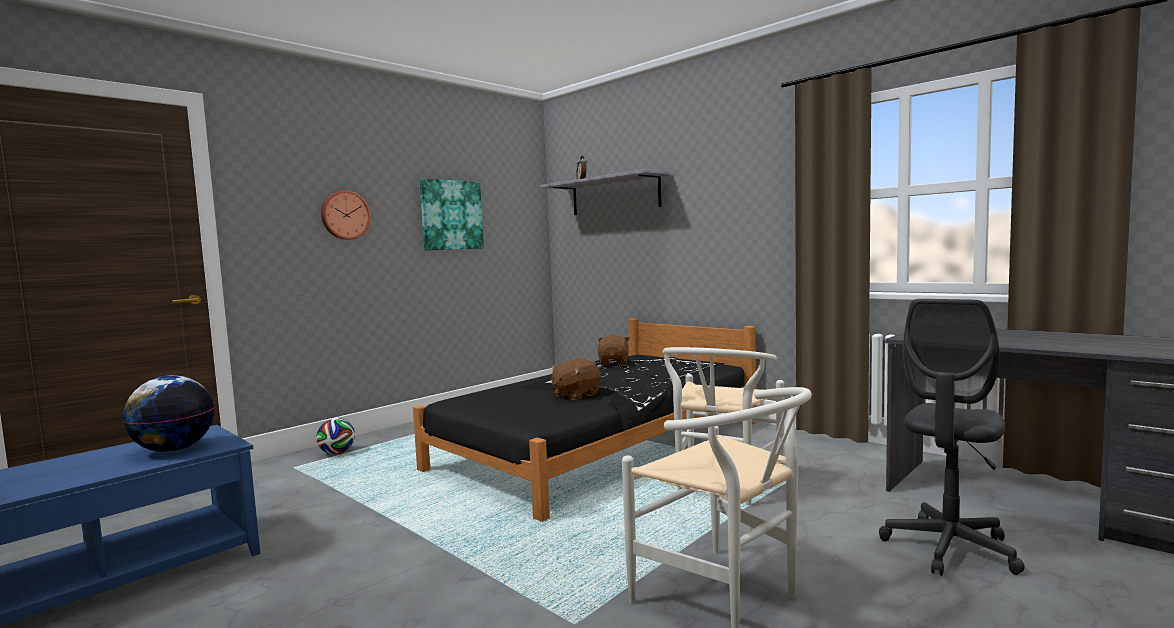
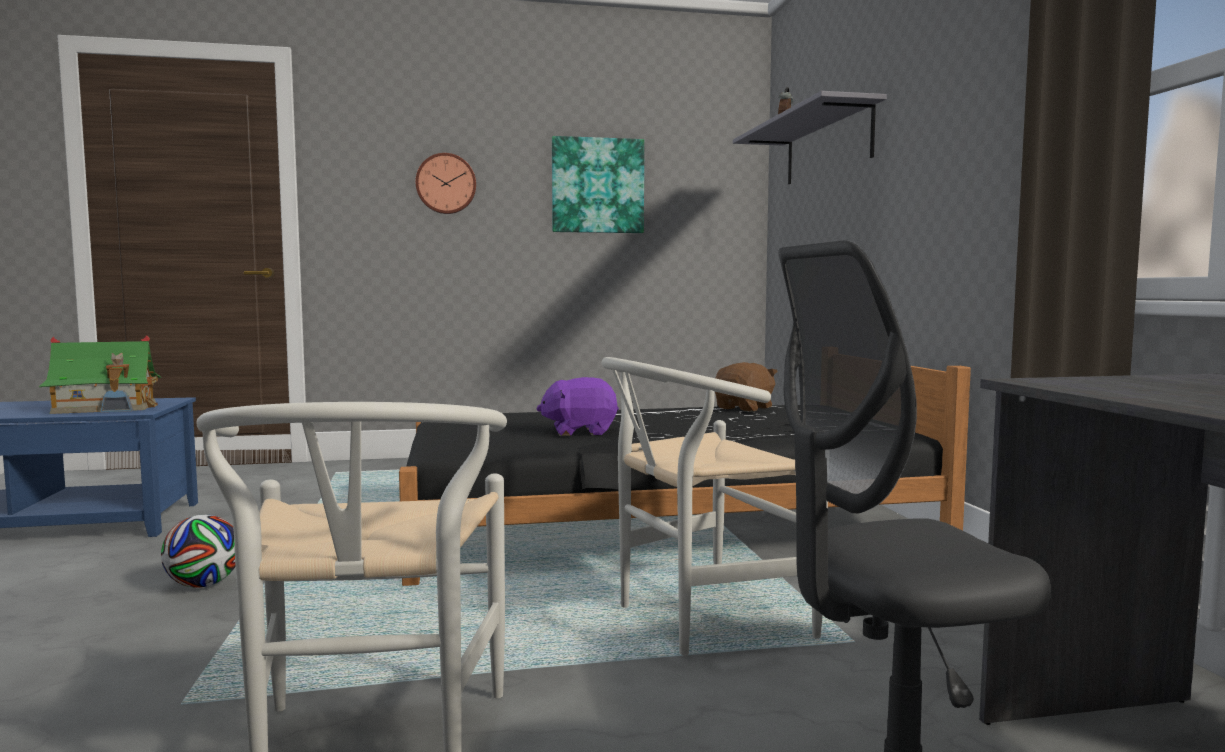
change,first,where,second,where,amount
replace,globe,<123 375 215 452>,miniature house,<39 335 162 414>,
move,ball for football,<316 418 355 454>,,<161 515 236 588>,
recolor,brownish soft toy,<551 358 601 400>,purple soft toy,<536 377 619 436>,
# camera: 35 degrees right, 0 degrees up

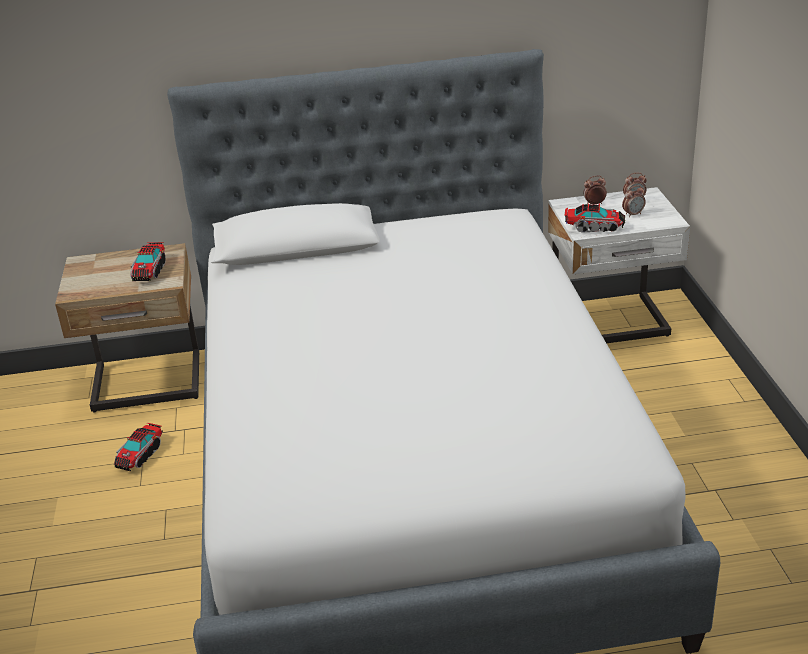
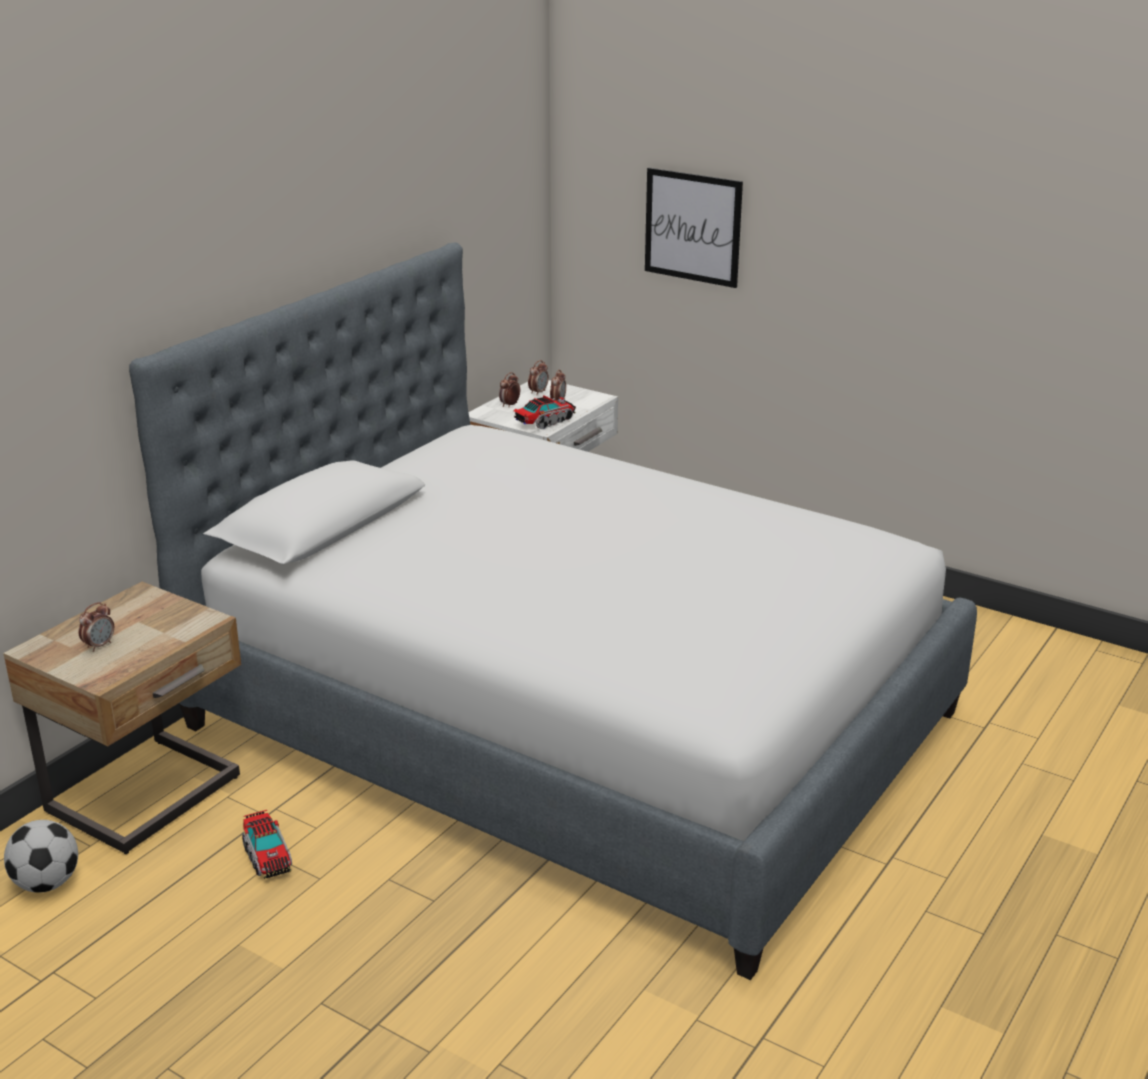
change,first,where,second,where,amount
delete,toy truck,<131 242 166 281>,,,
insert,,,ball for football,<4 820 78 893>,
insert,,,table clock,<78 602 114 652>,
insert,,,wall art,<645 168 743 288>,
# camera: 50 degrees left, 5 degrees down

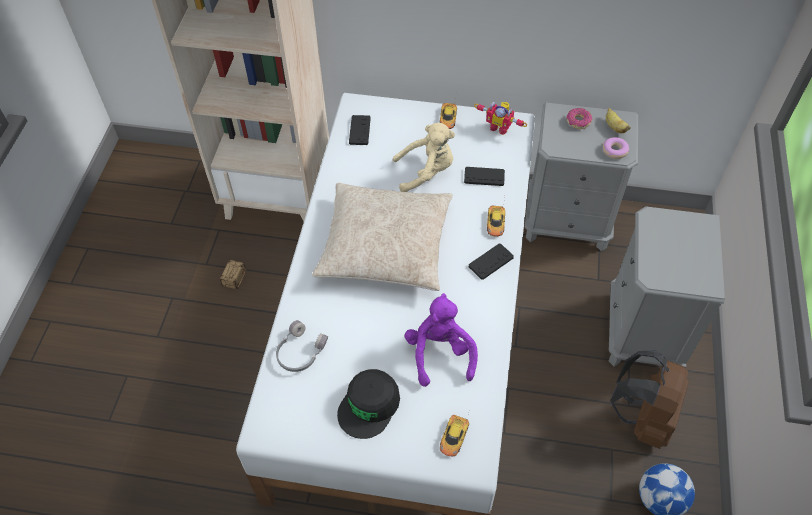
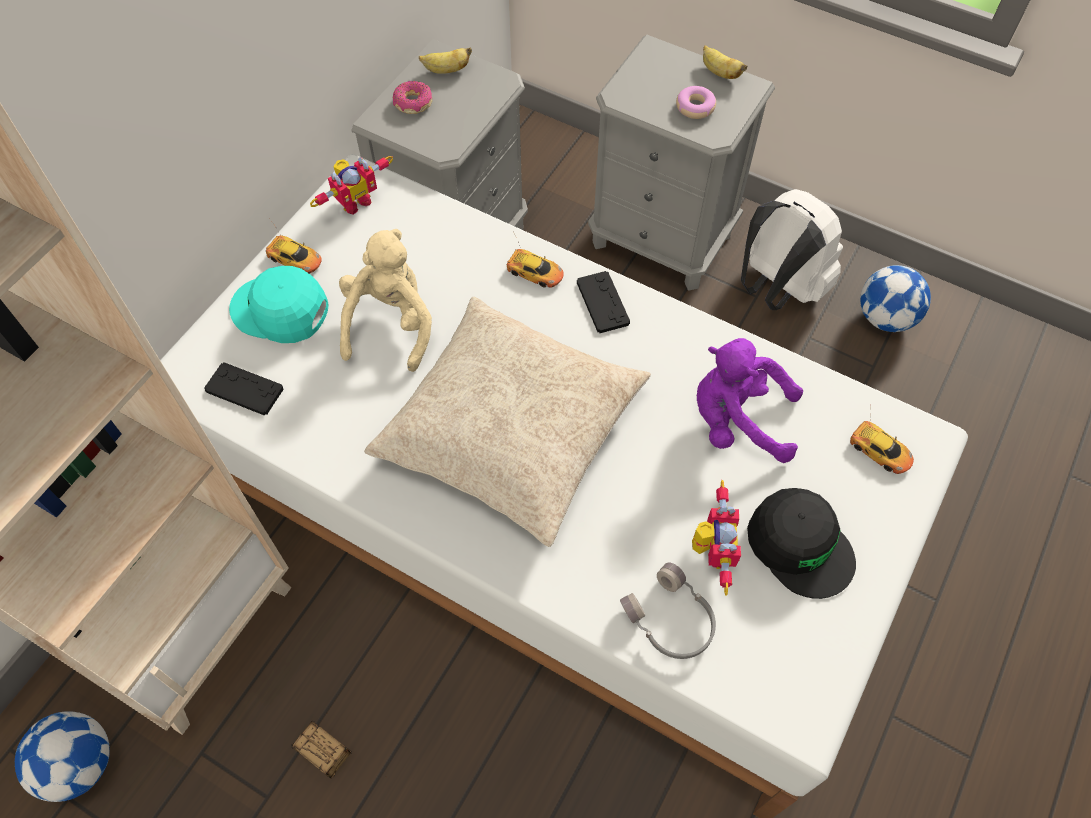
change,first,where,second,where,amount
delete,black-coloured joypad,<464 167 505 186>,,,
move,ring doughnut,<603 137 629 159>,,<676 86 716 119>,
recolor,brownish knapsack,<611 351 689 449>,white knapsack,<741 189 843 310>,
insert,,,ball for football,<15 711 110 802>,
insert,,,turquoise-coloured peaked cap,<229 266 329 343>,
insert,,,toy robot,<692 480 741 596>,
insert,,,banana fruit,<703 45 748 79>,
# camera: 70 degrees left, 5 degrees up

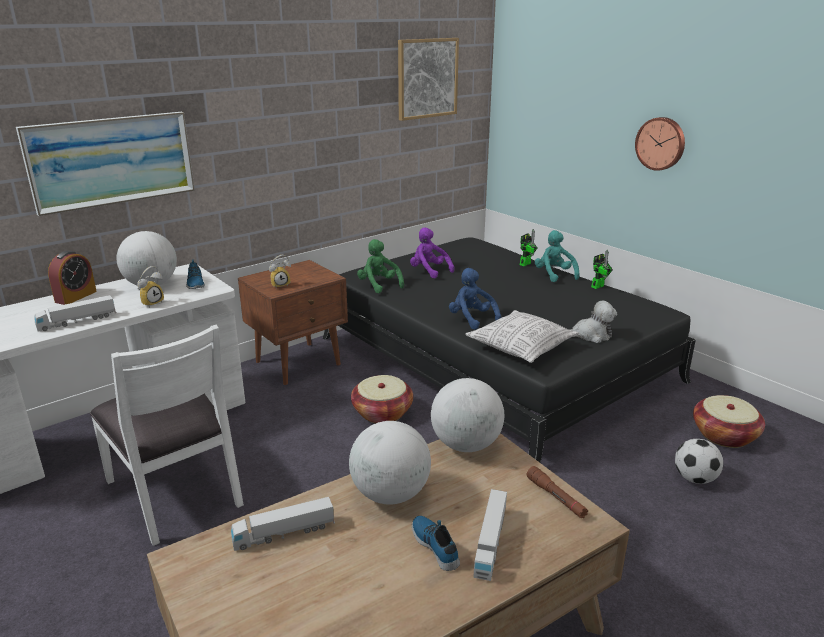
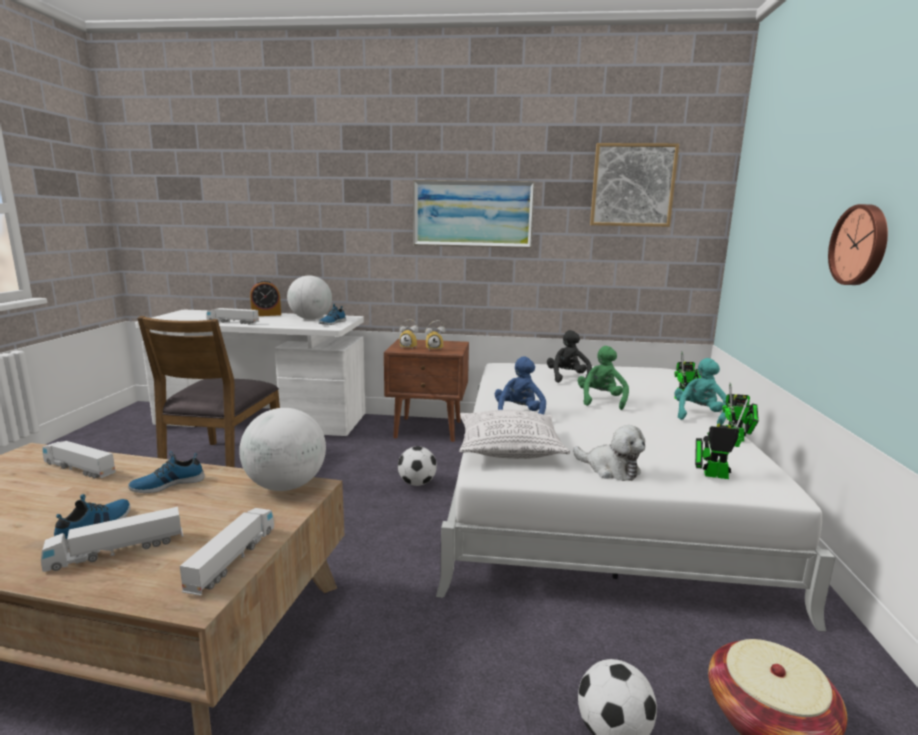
change,first,where,second,where,amount
move,wall art,<16 112 195 216>,,<413 180 535 248>,
recolor,white chair,<90 325 244 546>,brownish chair,<137 316 280 467>,
move,table clock,<137 266 164 308>,,<425 320 445 349>,
recolor,black-coloured bedroom bed,<323 237 696 463>,white bedroom bed,<436 363 835 632>,
replace,globe,<349 421 431 504>,shoe,<128 451 205 493>,
replace,household basket,<351 375 413 423>,ball for football,<398 446 437 486>,
move,green soft toy,<357 239 404 293>,,<578 346 629 410>,
recolor,purple soft toy,<410 227 455 278>,black-coloured soft toy,<547 330 592 383>,
replace,brownish hand torch,<527 466 588 519>,toy truck,<180 508 274 596>,
insert,,,toy robot,<695 399 748 479>,
# camera: 45 degrees right, 10 degrees down

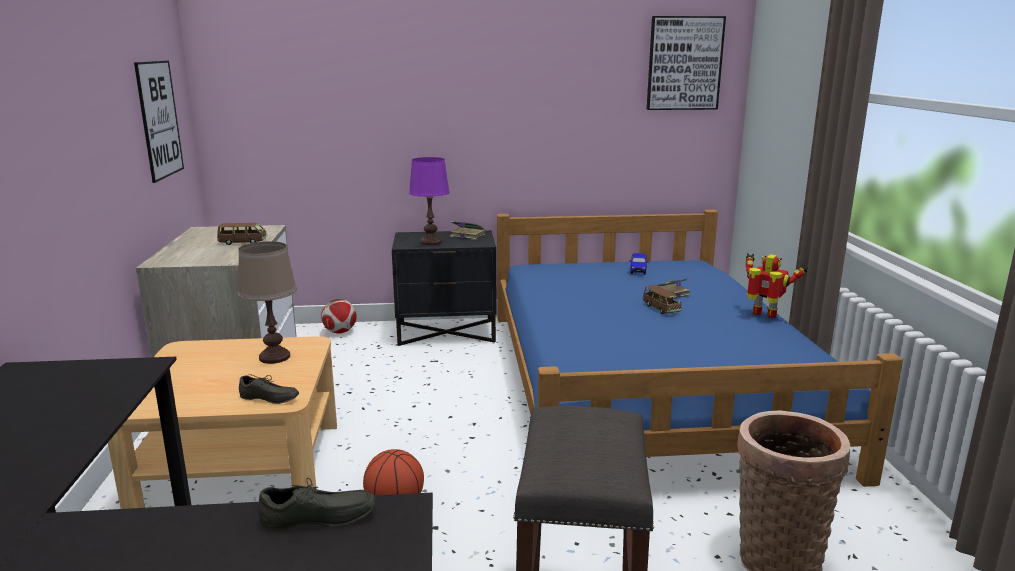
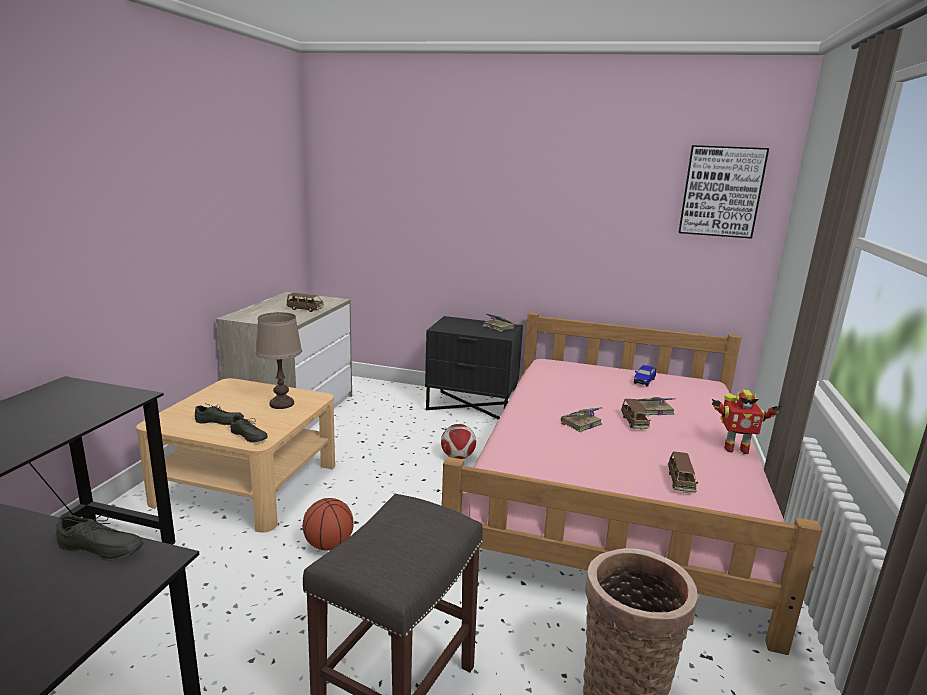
change,first,where,second,where,amount
delete,wall art,<134 61 184 183>,,,
move,ball for football,<321 299 357 333>,,<441 424 476 459>,
delete,purple tabletop lamp,<409 157 450 245>,,,
recolor,bluish bedroom bed,<497 210 903 487>,pinkish bedroom bed,<442 312 822 655>,
rotate,toy robot,<746 253 808 318>,,<712 389 782 454>,135 degrees clockwise
insert,,,gray shoe,<195 403 244 425>,
insert,,,bound book,<561 407 602 432>,
insert,,,brownish model car,<668 452 698 493>,
# camera: 20 degrees right, 0 degrees up

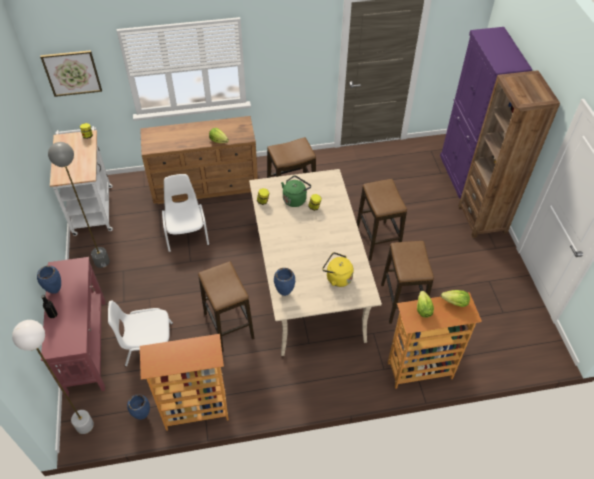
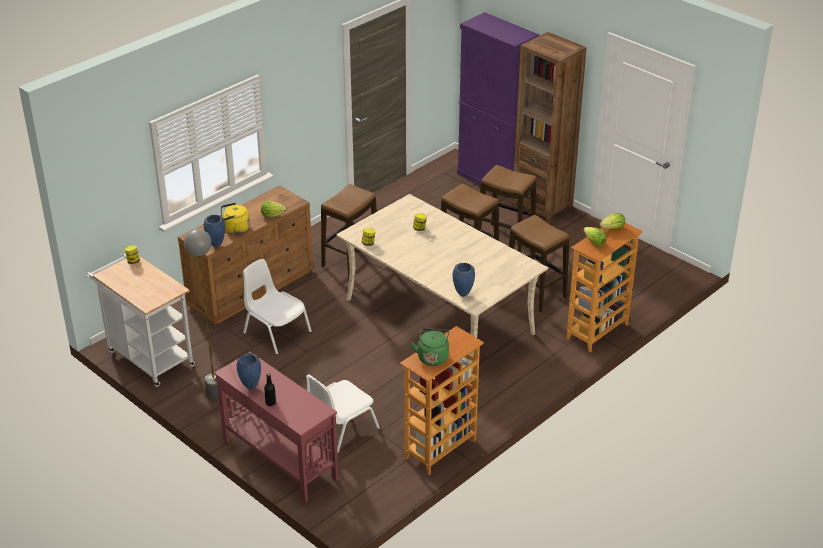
change,first,where,second,where,amount
delete,white standing lamp,<12 320 94 434>,,,
delete,wall art,<40 50 102 97>,,,
move,bluish flower vase,<127 394 150 420>,,<204 215 225 248>,
move,stool,<198 261 254 352>,,<480 165 536 253>,
move,green kettle,<281 175 311 207>,,<411 328 449 366>,
move,yellow kettle,<322 252 354 287>,,<221 203 250 234>,
# camera: 35 degrees left, 15 degrees down

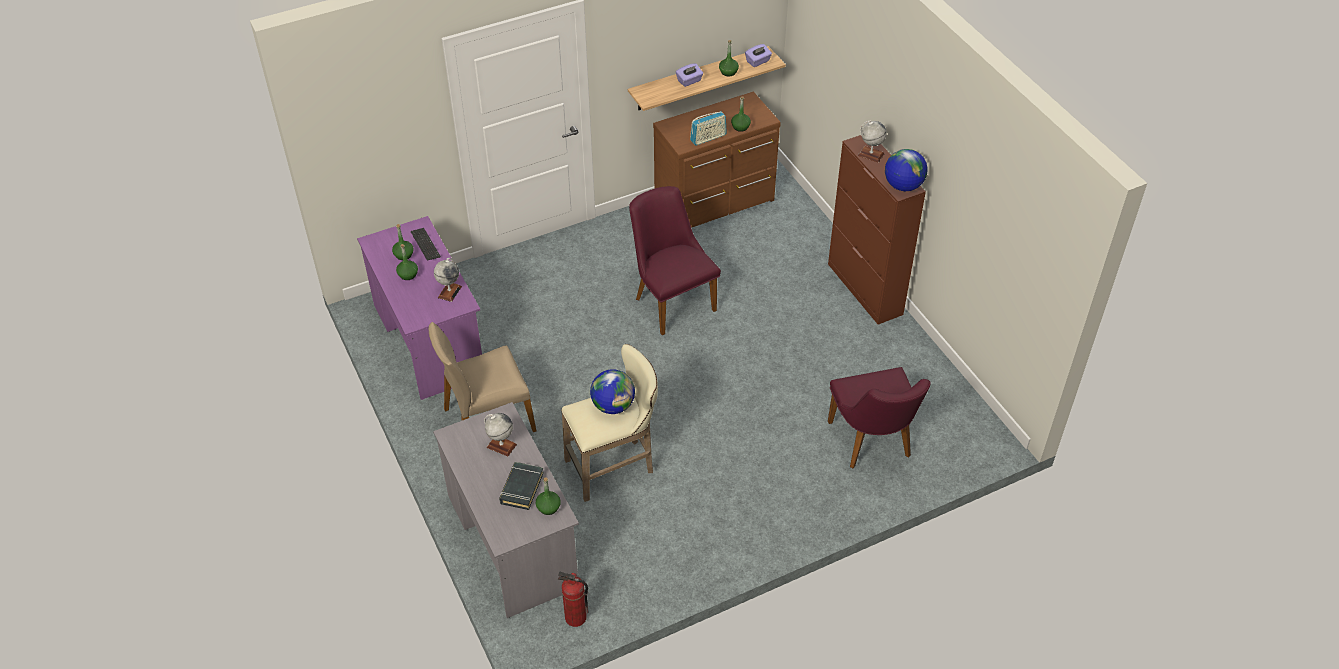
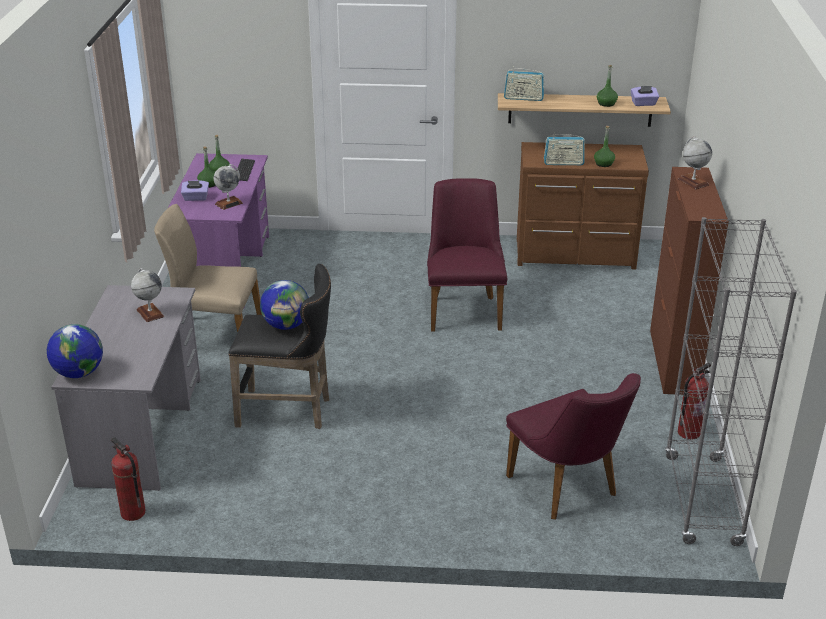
change,first,where,second,where,amount
delete,black-coloured bound book,<499 462 544 510>,,,
delete,green bottle,<536 477 561 515>,,,
recolor,beige stool,<561 344 658 502>,black-coloured stool,<228 264 331 429>,
move,purple tissue holder,<676 63 703 87>,,<181 180 209 201>,
rotate,purple chair,<828 367 931 468>,,<506 373 641 520>,45 degrees counterclockwise
move,globe,<885 149 928 191>,,<47 324 103 378>,
insert,,,radio receiver,<504 66 545 101>,
insert,,,gray shelving unit,<665 217 797 546>,
insert,,,extinguisher,<678 362 711 440>,
# camera: 30 degrees right, 15 degrees down

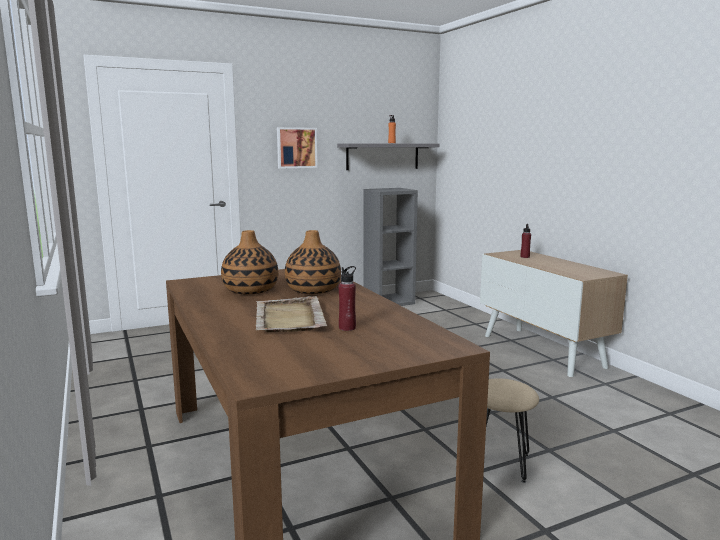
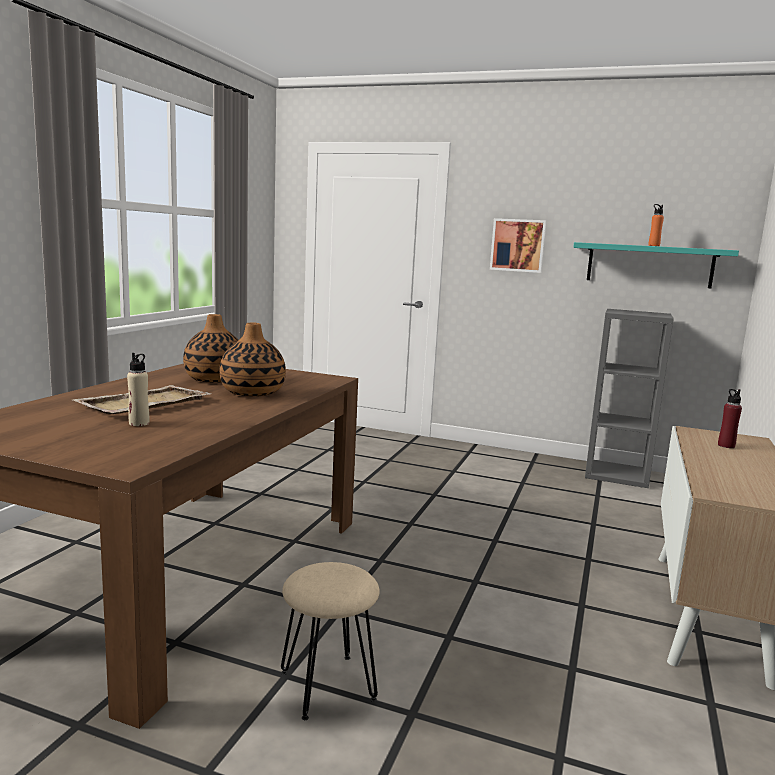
change,first,where,second,where,amount
recolor,gray wall shelf,<337 144 439 170>,turquoise-coloured wall shelf,<573 242 739 288>,
recolor,red bottle,<339 266 356 331>,beige bottle,<127 353 149 426>,
# camera: 45 degrees right, 0 degrees up

